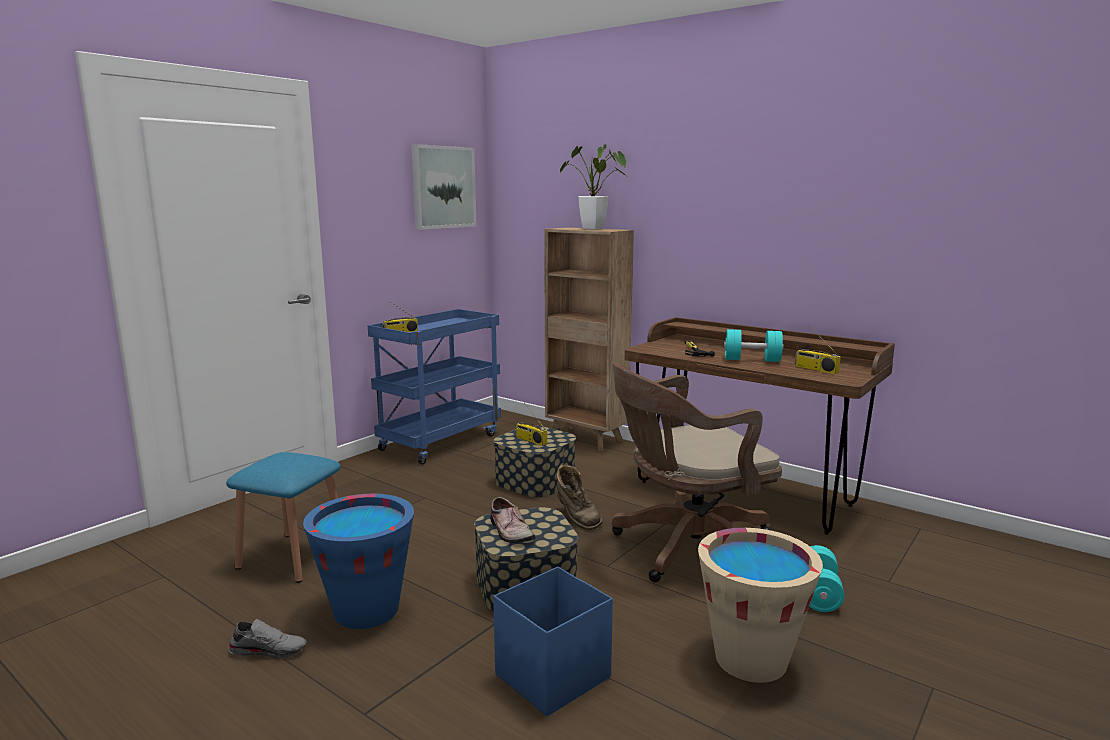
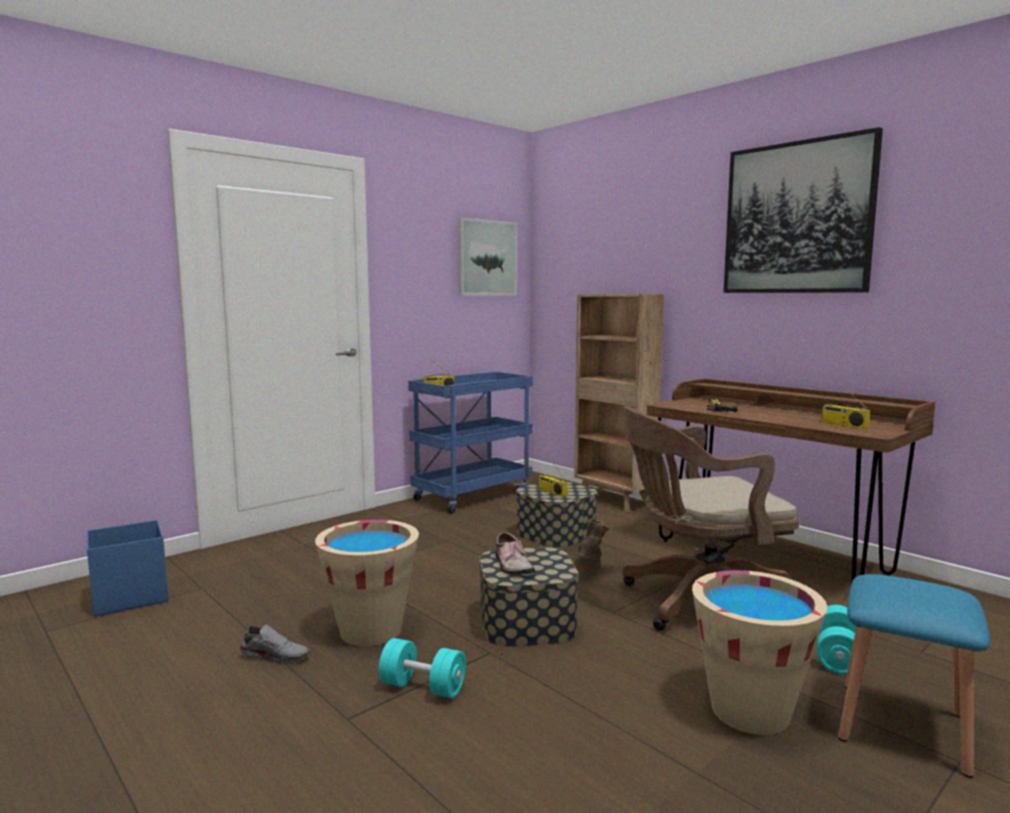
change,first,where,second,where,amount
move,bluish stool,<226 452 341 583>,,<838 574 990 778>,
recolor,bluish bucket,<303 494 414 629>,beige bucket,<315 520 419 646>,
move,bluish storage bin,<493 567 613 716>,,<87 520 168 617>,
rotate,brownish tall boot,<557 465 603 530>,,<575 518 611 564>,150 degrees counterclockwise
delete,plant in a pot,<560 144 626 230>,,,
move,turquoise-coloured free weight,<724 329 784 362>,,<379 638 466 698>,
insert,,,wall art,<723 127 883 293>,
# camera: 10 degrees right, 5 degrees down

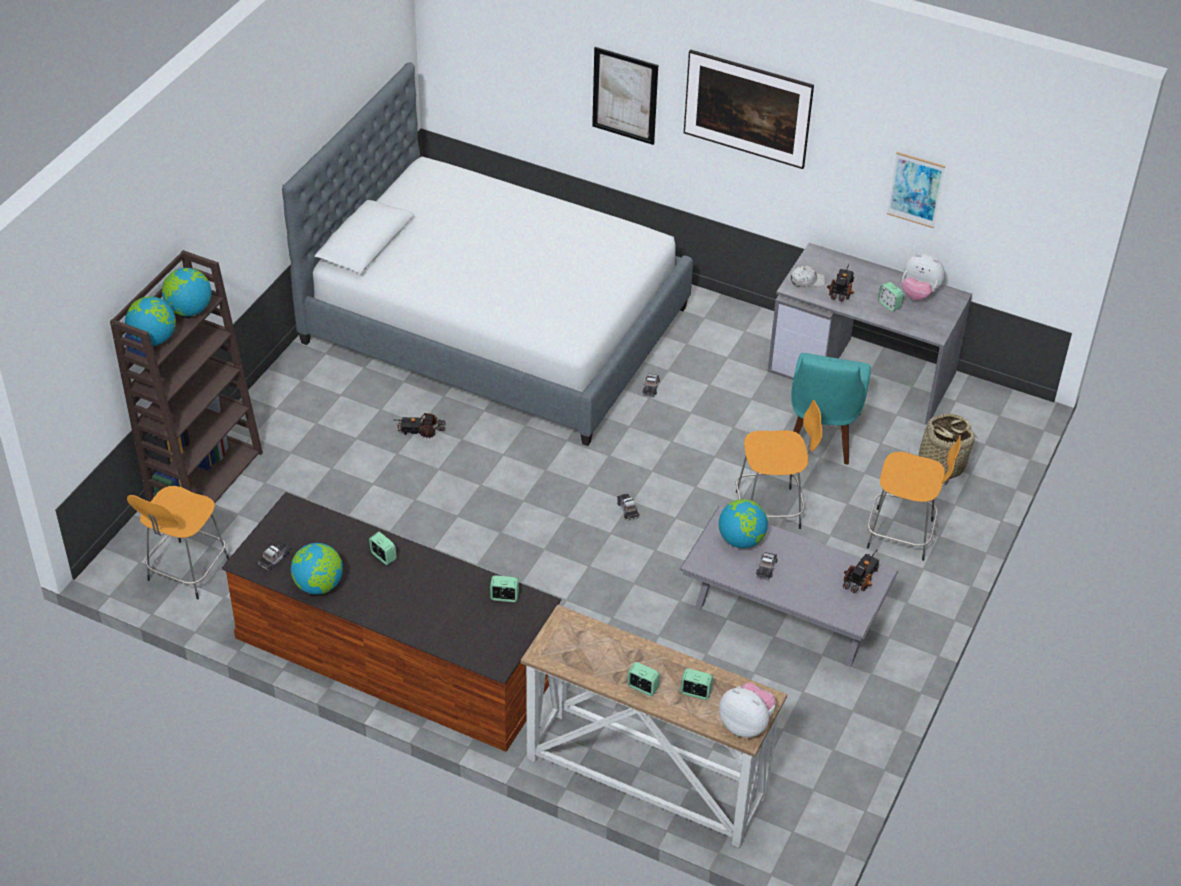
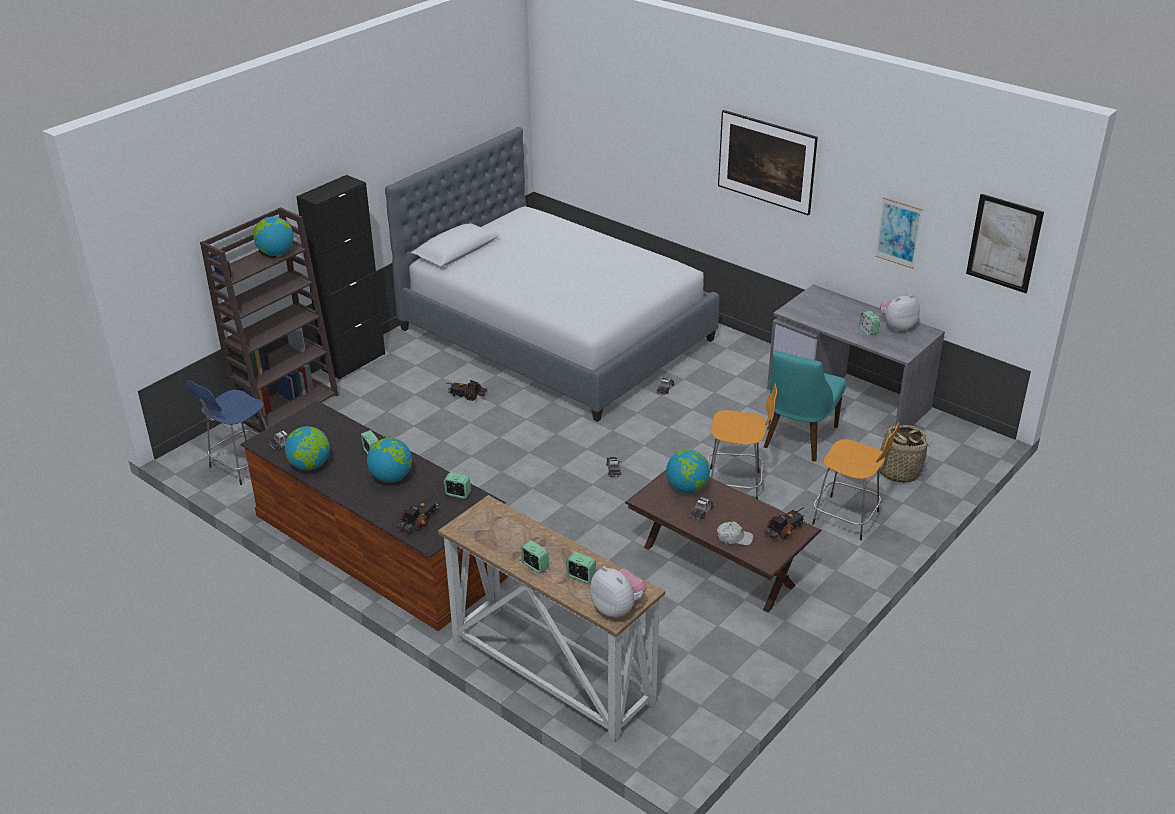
change,first,where,second,where,amount
move,globe,<125 296 176 346>,,<367 438 412 483>,
recolor,orange stool,<127 486 229 599>,bluish stool,<186 380 267 485>,
move,wall art,<592 47 658 145>,,<966 194 1044 293>,
recolor,gray lounge table,<679 506 898 667>,brownish lounge table,<625 470 821 612>,
move,white peaked cap,<791 265 826 287>,,<717 521 753 545>,
move,toy truck,<827 264 854 302>,,<397 495 438 532>,
rotate,soft toy,<902 253 945 300>,,<880 294 920 332>,120 degrees clockwise
insert,,,black-coloured storage cabinet,<296 175 385 380>,
# camera: 15 degrees right, 10 degrees down

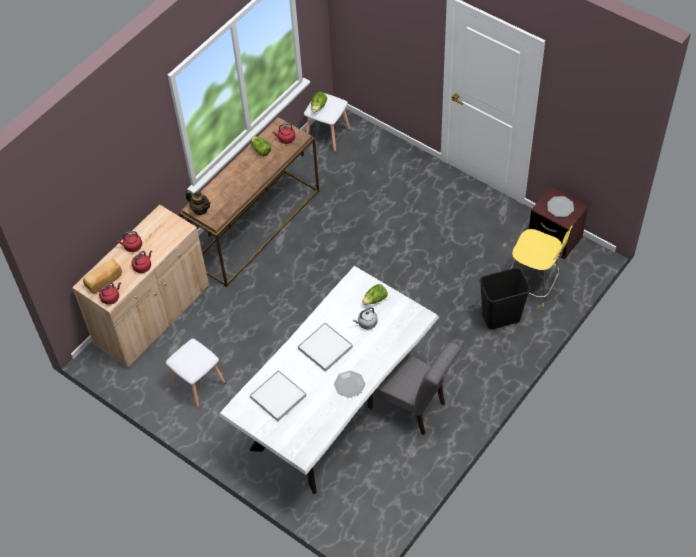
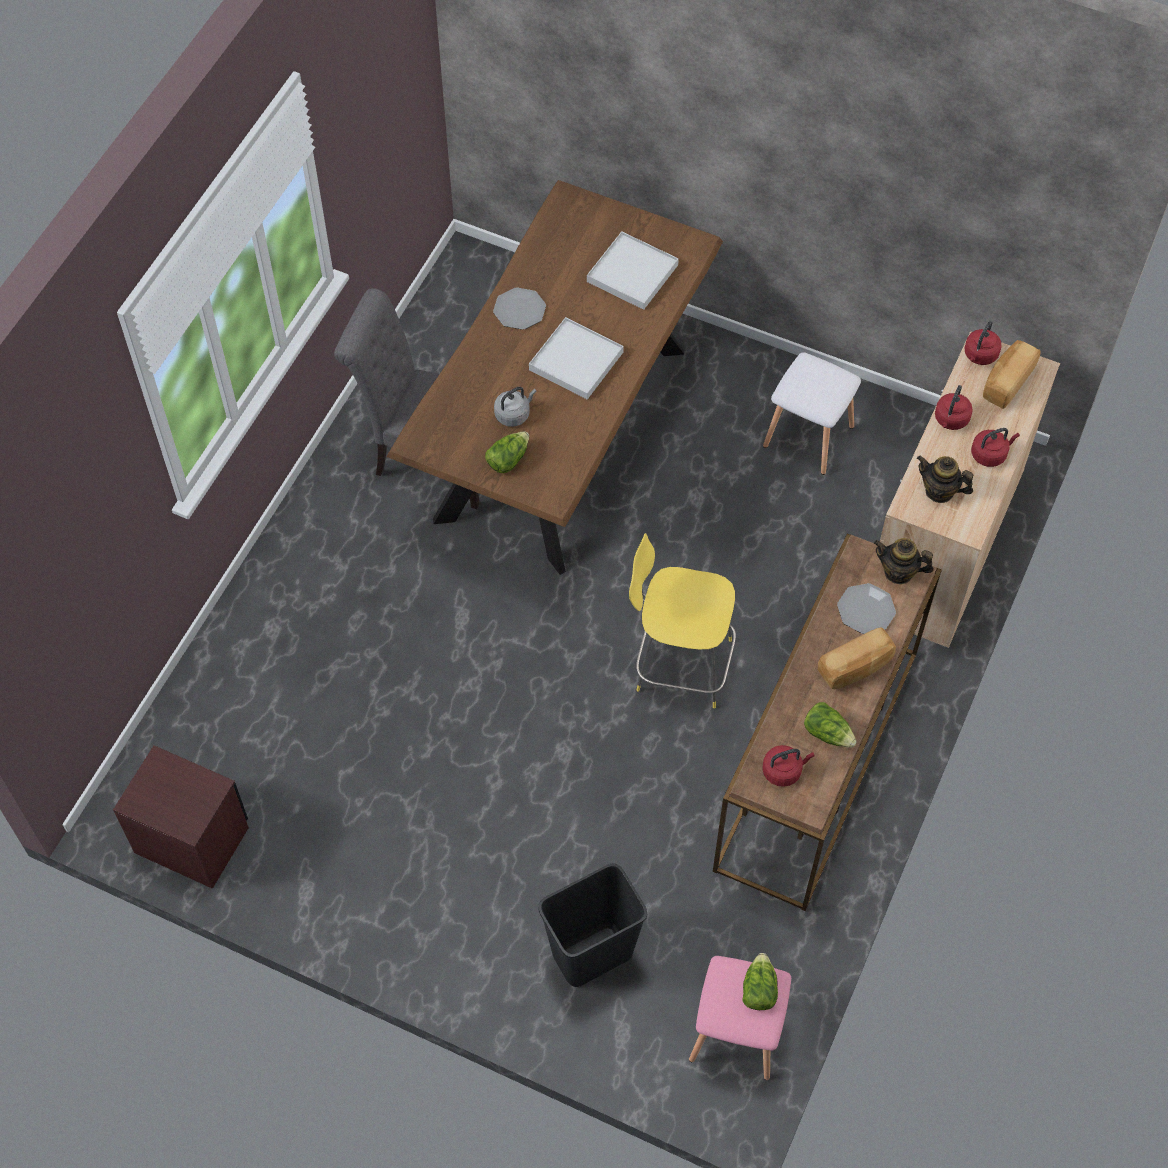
change,first,where,second,where,amount
recolor,white kitchen table,<218 266 439 494>,brownish kitchen table,<386 180 723 575>,
recolor,white stool,<304 93 350 152>,pinkish stool,<689 956 791 1080>,
move,black-coloured waste bin,<479 267 530 329>,,<538 864 647 987>,
move,yellow stool,<511 226 573 307>,,<629 533 736 708>,
move,plate,<547 196 574 217>,,<837 583 896 634>,
insert,,,baked bread,<818 627 896 689>,
insert,,,teapot,<917 455 973 503>,
# camera: 165 degrees right, 5 degrees up

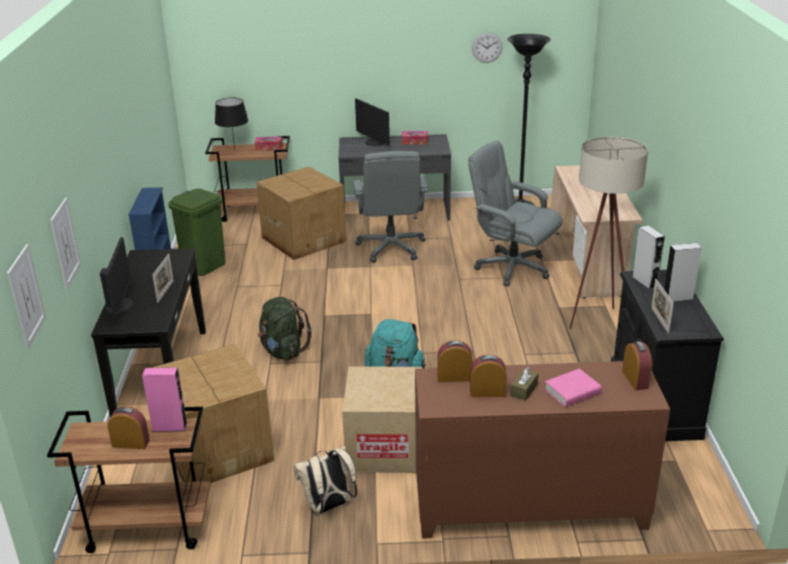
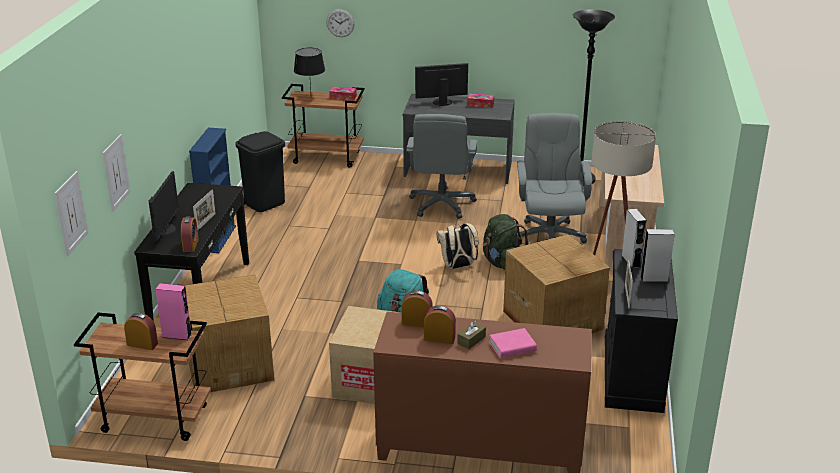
change,first,where,second,where,amount
recolor,green waste bin,<168 189 226 276>,black-coloured waste bin,<236 131 285 212>,
move,packing box,<256 166 346 260>,,<503 234 610 333>,
move,green knapsack,<258 297 312 361>,,<482 214 529 269>,
move,beige knapsack,<294 446 357 514>,,<436 223 478 269>,
rotate,computer display,<355 98 390 146>,,<415 63 468 106>,105 degrees clockwise
rotate,gray desk chair,<468 141 563 286>,,<517 113 592 243>,45 degrees clockwise
move,hanging clock,<472 32 502 63>,,<326 9 355 37>,
move,table clock,<622 341 652 390>,,<181 216 199 252>,
# camera: 10 degrees right, 0 degrees up

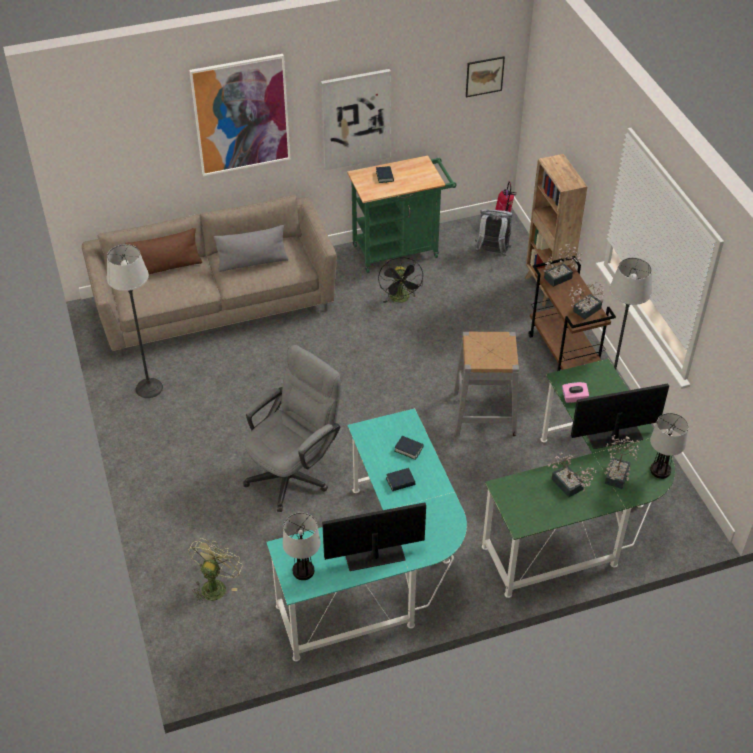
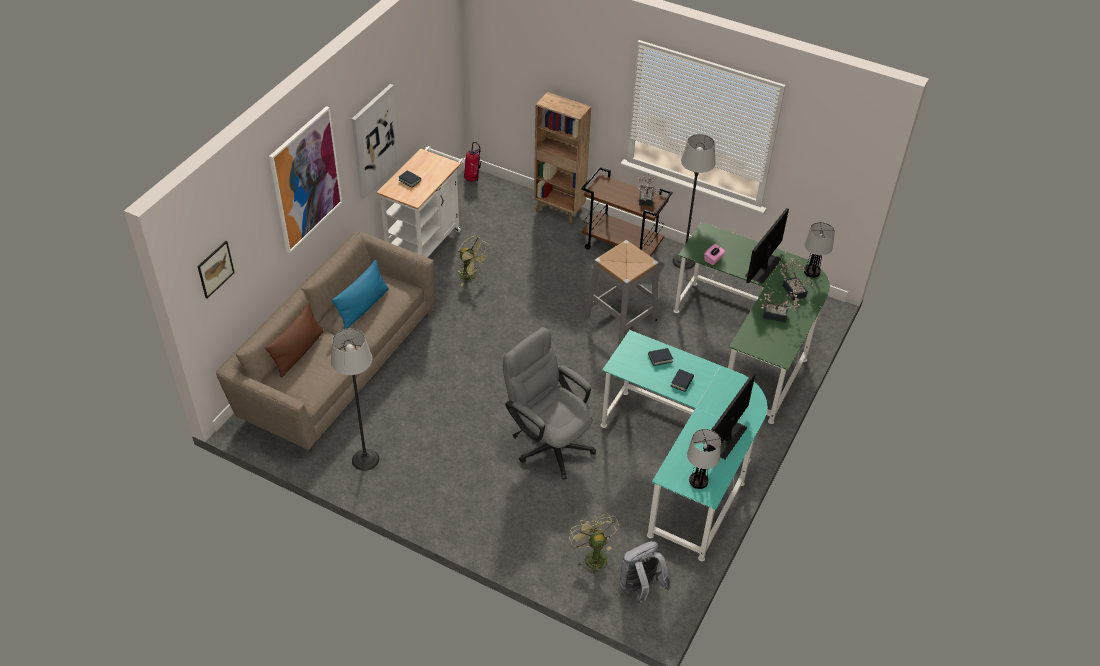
change,first,where,second,where,amount
recolor,gray pillow,<214 225 288 272>,bluish pillow,<332 260 389 329>,
rotate,gray desk chair,<243 345 341 512>,,<503 327 596 480>,45 degrees counterclockwise
recolor,green trolley,<347 156 457 273>,white trolley,<376 146 465 258>,
recolor,black-coloured electric fan,<378 257 423 303>,green electric fan,<456 236 490 286>,
move,wall art,<466 56 505 97>,,<197 241 235 298>,
move,gray knapsack,<475 209 513 257>,,<620 541 671 605>,
delete,plant in a pot,<543 244 582 287>,,,
# camera: 45 degrees left, 0 degrees up

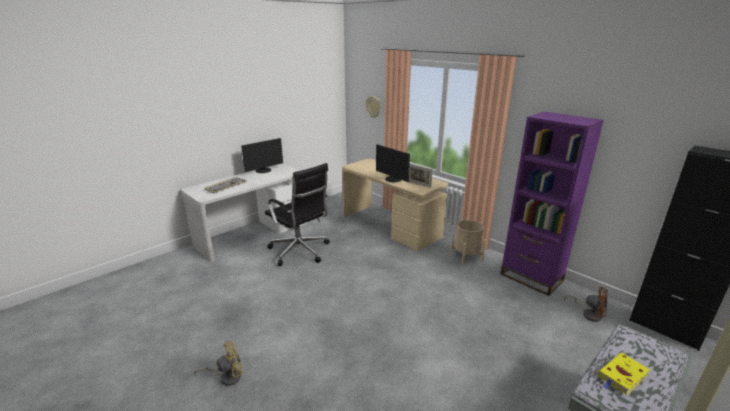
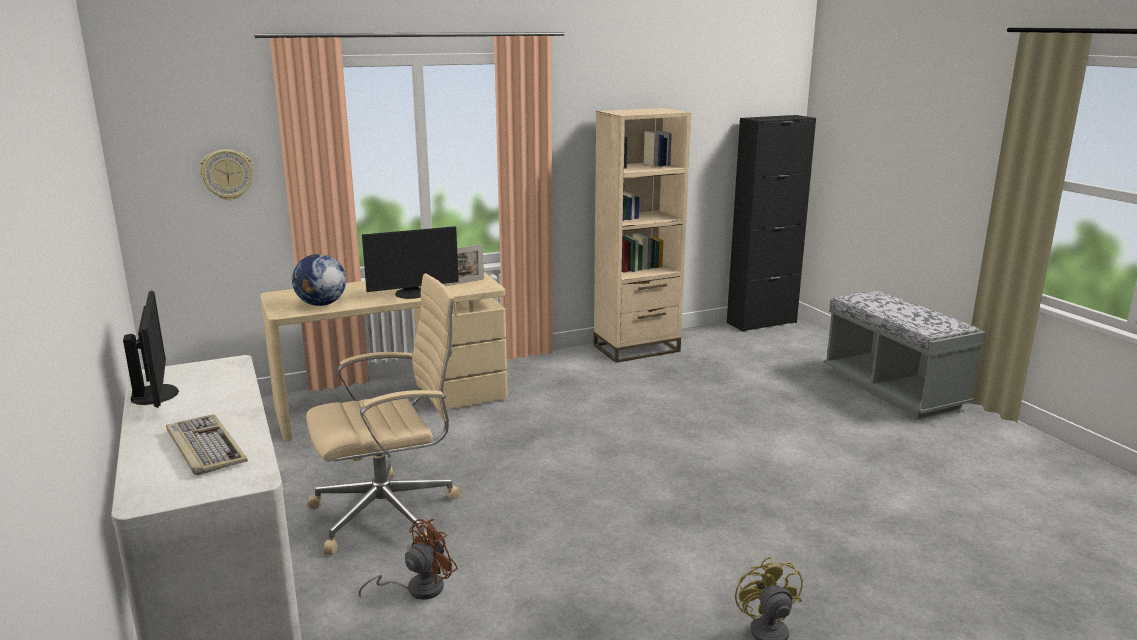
change,first,where,second,where,amount
recolor,black-coloured desk chair,<265 163 330 266>,beige desk chair,<306 274 461 554>,
delete,beige plant pot,<451 220 486 265>,,,
recolor,purple shelving unit,<500 112 604 296>,beige shelving unit,<593 108 691 363>,
move,brownish electric fan,<564 287 608 322>,,<358 519 458 600>,
delete,yellow bound book,<597 353 650 395>,,,
insert,,,globe,<291 254 346 306>,
# camera: 70 degrees left, 5 degrees down

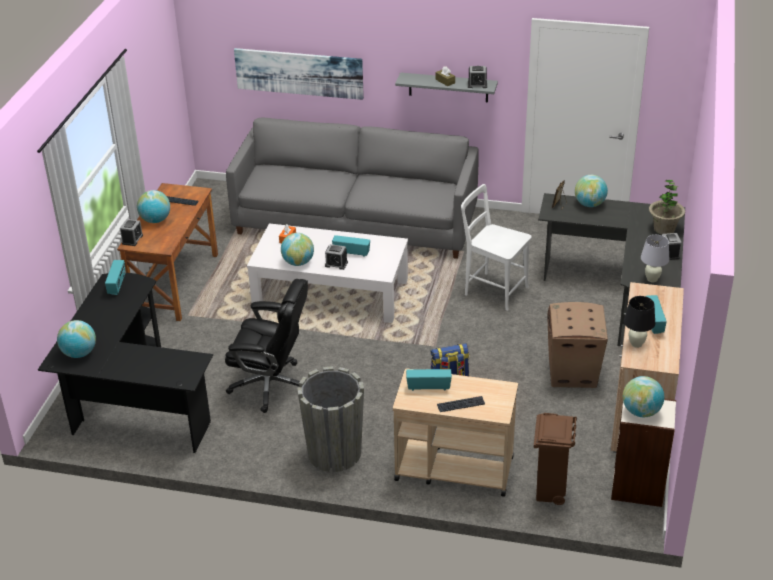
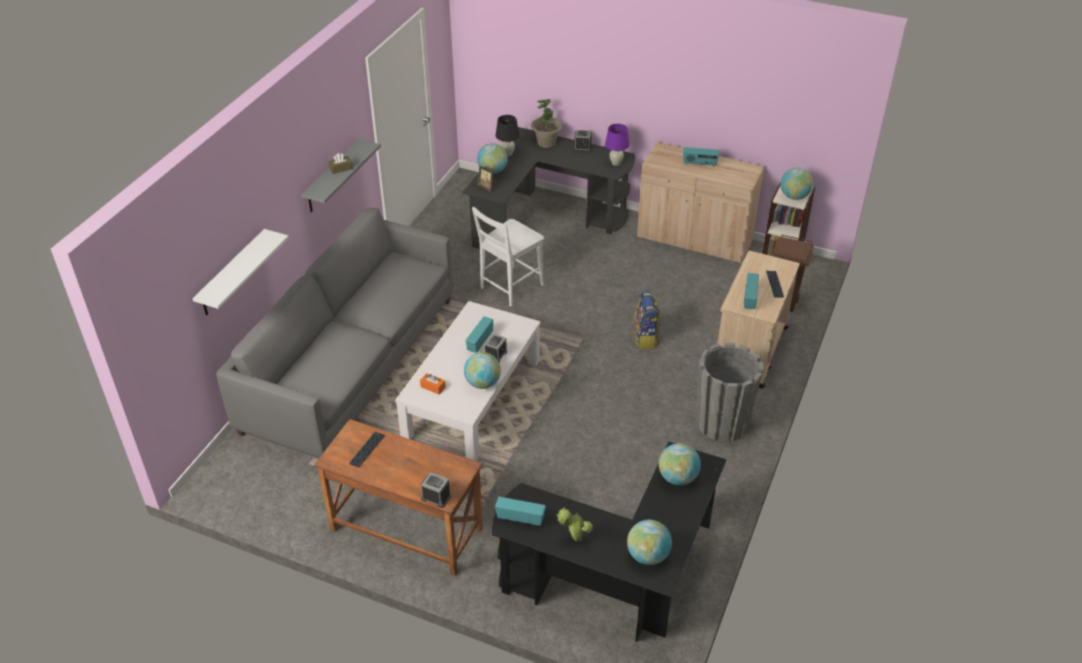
change,first,where,second,where,amount
move,globe,<137 190 170 223>,,<659 443 701 485>,
delete,black-coloured desk chair,<225 279 308 413>,,,
replace,wall art,<234 48 364 100>,white wall shelf,<193 229 289 316>,
delete,table clock,<468 66 487 88>,,,
delete,packing box,<547 302 608 388>,,,
move,black-coloured tabletop lamp,<624 296 655 348>,,<496 115 519 156>,
recolor,white tabletop lamp,<641 235 670 282>,purple tabletop lamp,<605 124 629 166>,
insert,,,plant in a pot,<557 508 593 542>,
# camera: 80 degrees left, 5 degrees up

